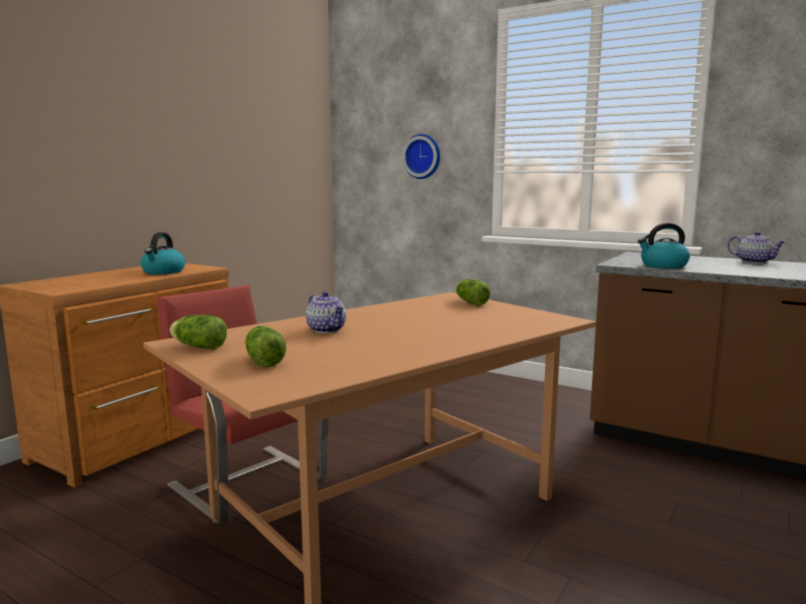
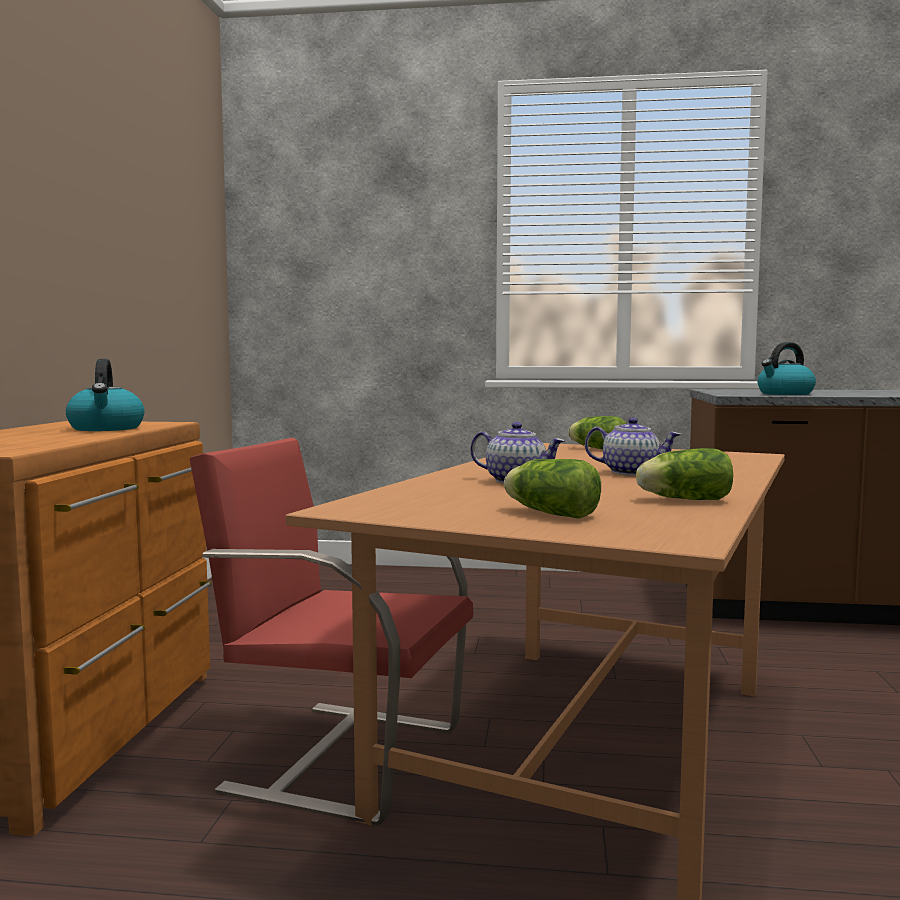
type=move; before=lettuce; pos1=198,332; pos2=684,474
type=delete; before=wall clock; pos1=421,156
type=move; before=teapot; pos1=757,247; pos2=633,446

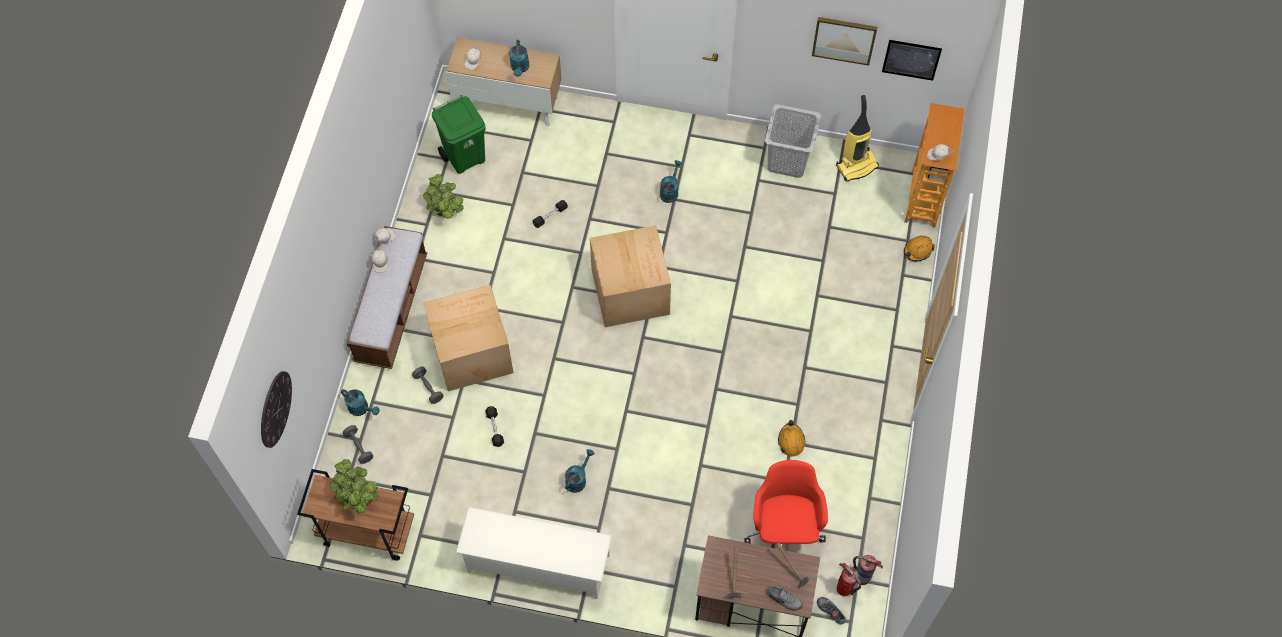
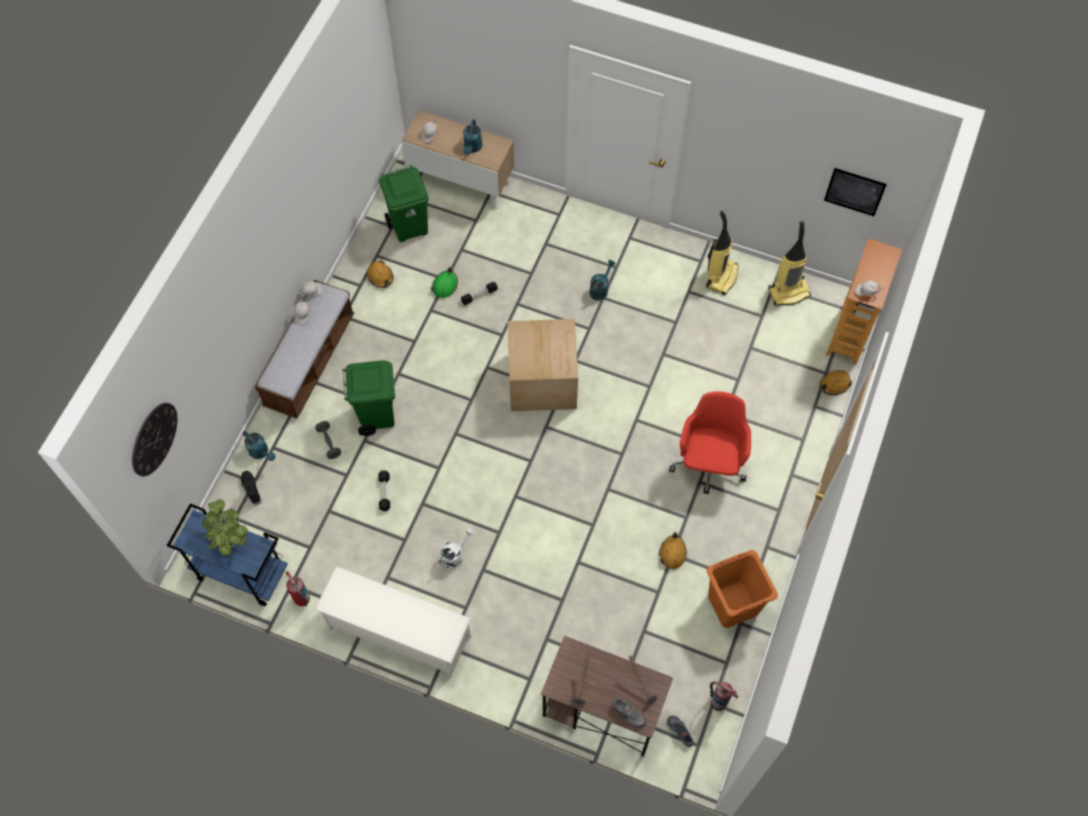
type=recolor; before=cart/brown; after=cart/blue; pos1=355,515; pos2=227,555
type=replace; before=dumbbell/grey; after=boot/black; pos1=358,444; pos2=251,488
type=replace; before=potted plant; after=hard hat/orange; pos1=443,196; pos2=380,274
type=replace; before=cardboard box; after=trash can/green; pos1=468,338; pos2=368,398
type=recolor; before=watering can/turquoise; after=watering can/white; pos1=580,471; pos2=456,548
type=move; before=office chair/red; pos1=786,505; pos2=710,442
type=replace; before=laundry basket/grey; after=vacuum cleaner; pos1=793,141; pos2=722,253
type=delete; before=picture; pos1=844,41
type=move; before=fire extinguisher; pos1=848,579; pos2=298,588
type=insert; after=hard hat/green; pos2=444,282
type=insert; after=laundry basket/orange; pos2=742,589

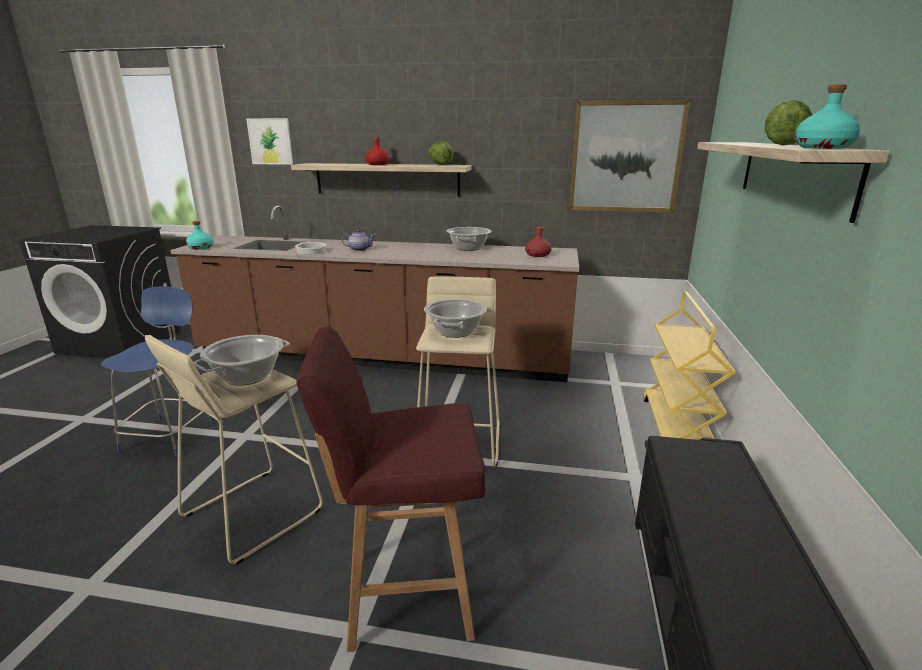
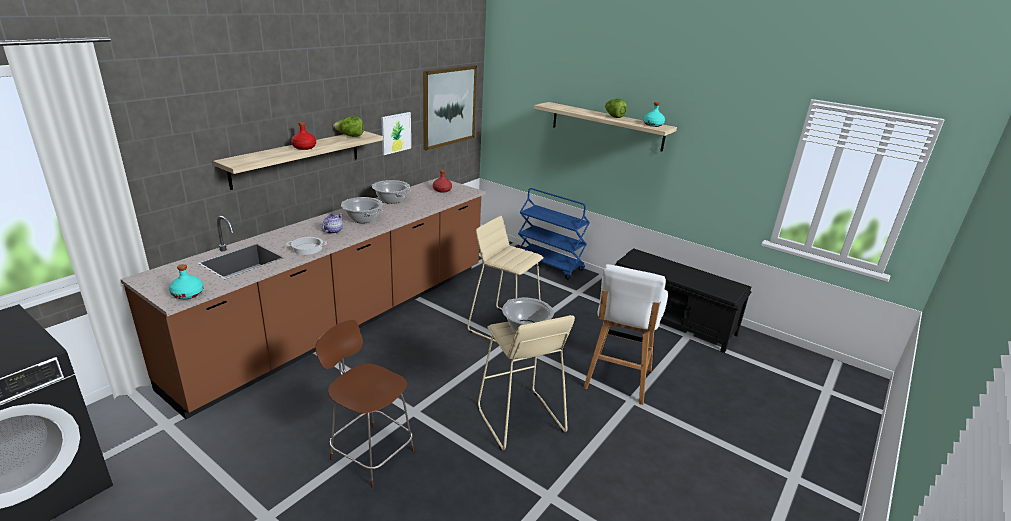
type=recolor; before=chair/blue; after=chair/brown; pos1=157,372; pos2=364,404
type=move; before=picture; pos1=269,141; pos2=396,133
type=recolor; before=stool/red; after=stool/white; pos1=391,489; pos2=625,334
type=move; before=cooking pot; pos1=455,318; pos2=362,210
type=recolor; before=cart/yellow; after=cart/blue; pos1=689,365; pos2=554,233

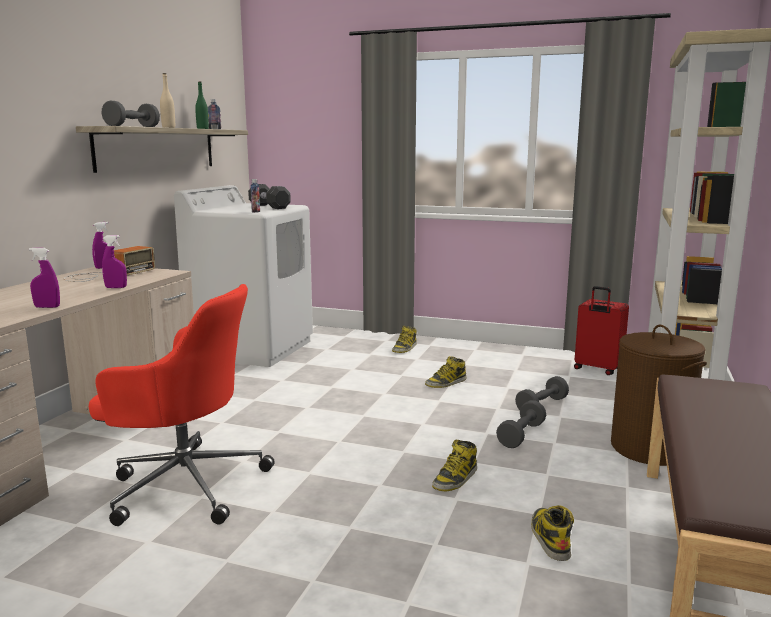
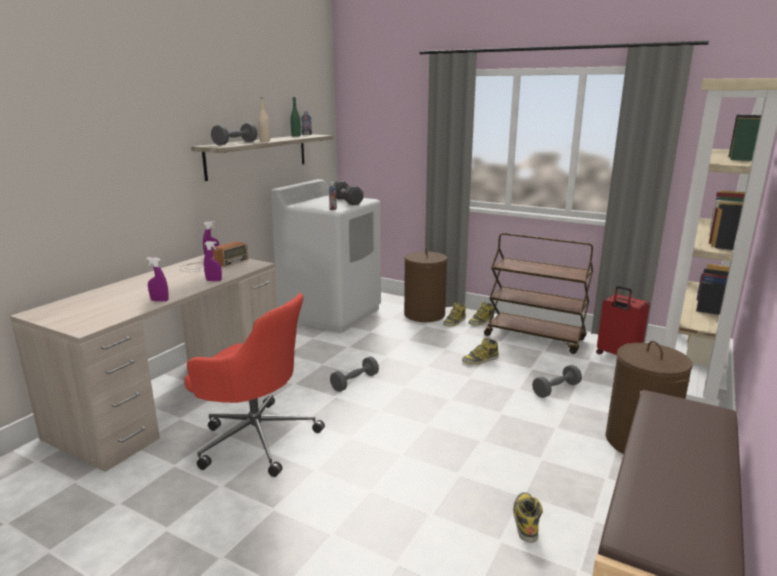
type=move; before=boot; pos1=454,465; pos2=481,313
type=move; before=dumbbell/grey; pos1=521,424; pos2=354,374
type=insert; after=laundry basket/brown; pos2=426,284
type=insert; after=cart/brown; pos2=538,293

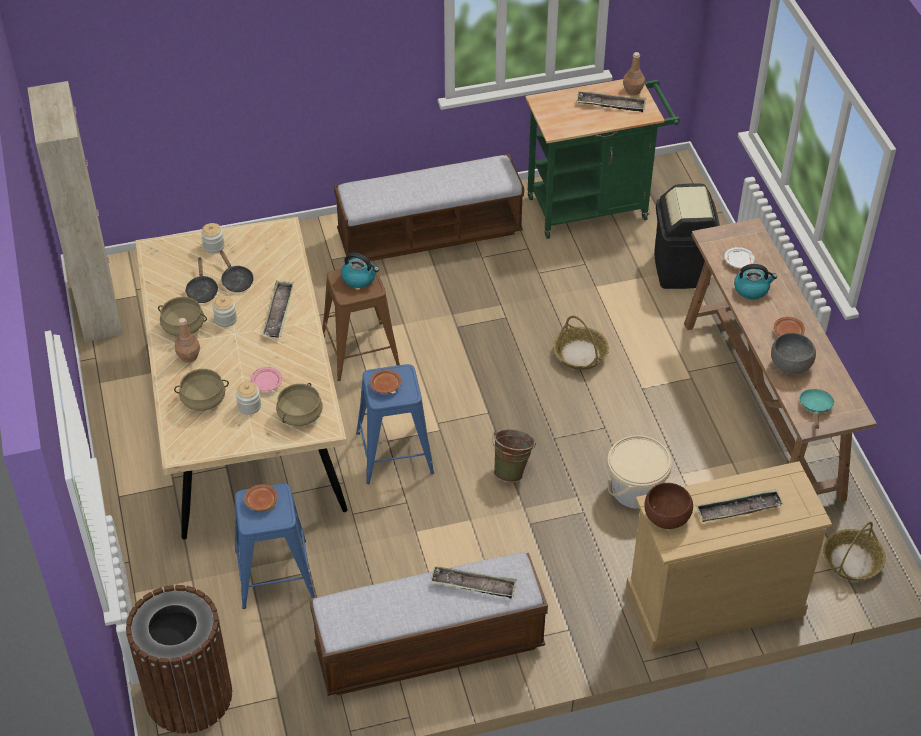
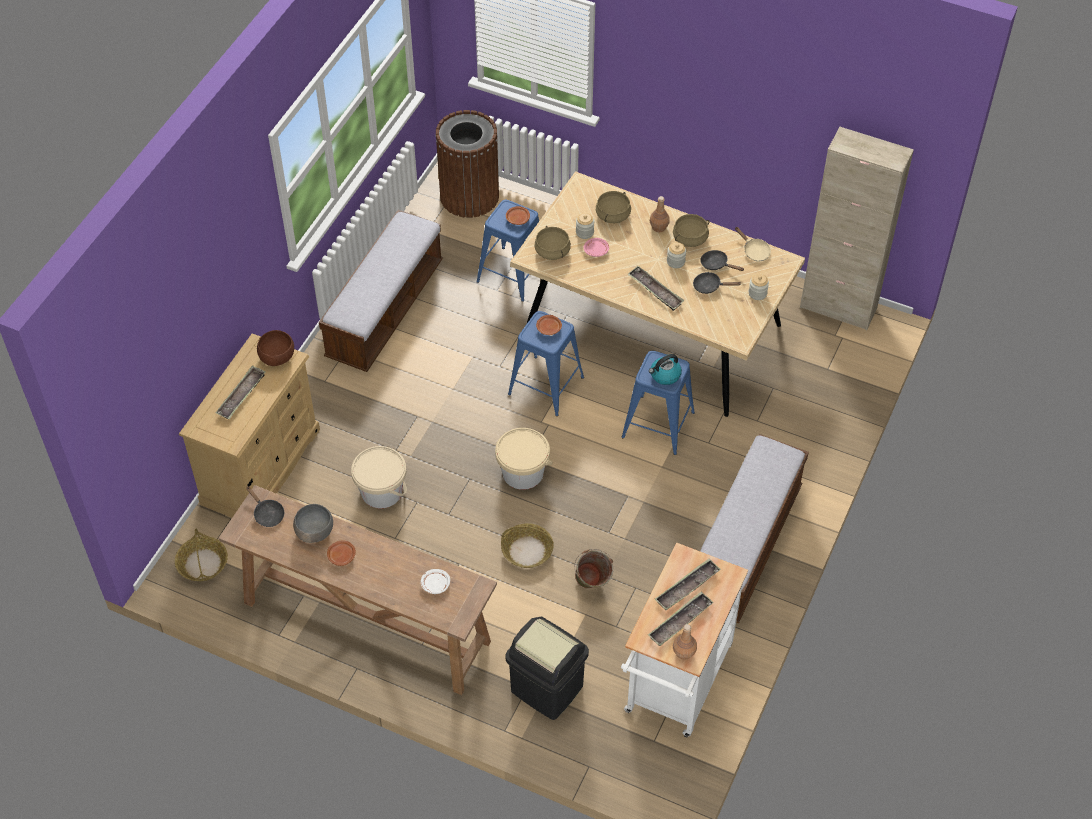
type=recolor; before=stool/brown; after=stool/blue; pos1=361,322; pos2=658,403
type=move; before=tray; pos1=474,582; pos2=688,584
type=move; before=bucket/green; pos1=514,455; pos2=594,569
type=recolor; before=cart/green; after=cart/white; pos1=602,159; pos2=684,639
type=delete; before=kettle; pos1=755,282
type=recolor; before=frying pan/turquoise; after=frying pan/black; pos1=817,409; pos2=265,506
type=insert; after=bucket/beige; pos2=524,459
type=insert; after=frying pan/beige; pos2=753,244

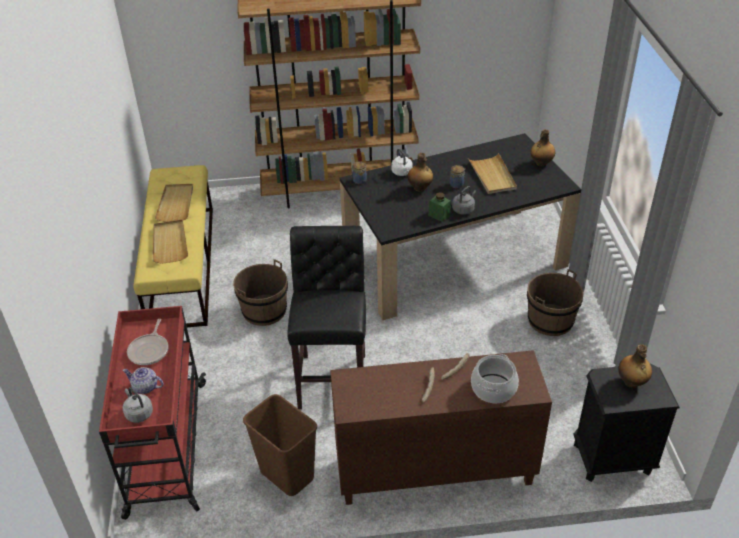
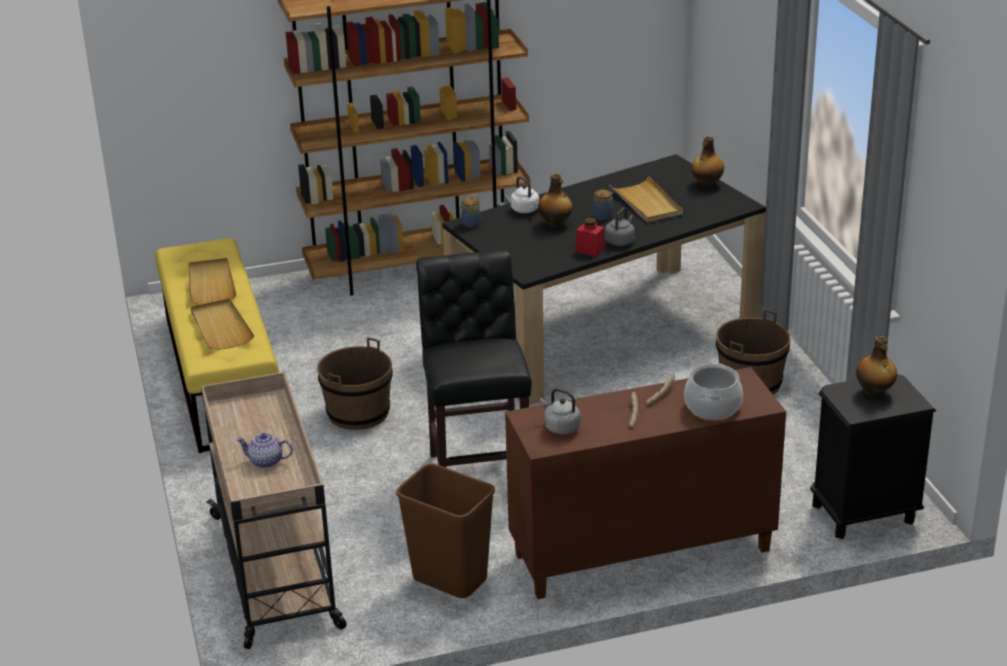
type=recolor; before=cart/red; after=cart/beige; pos1=152,413; pos2=274,510
type=move; before=kettle/grey; pos1=138,405; pos2=560,411
type=delete; before=frying pan; pos1=147,342
type=recolor; before=jar/green; after=jar/red; pos1=439,207; pos2=590,237

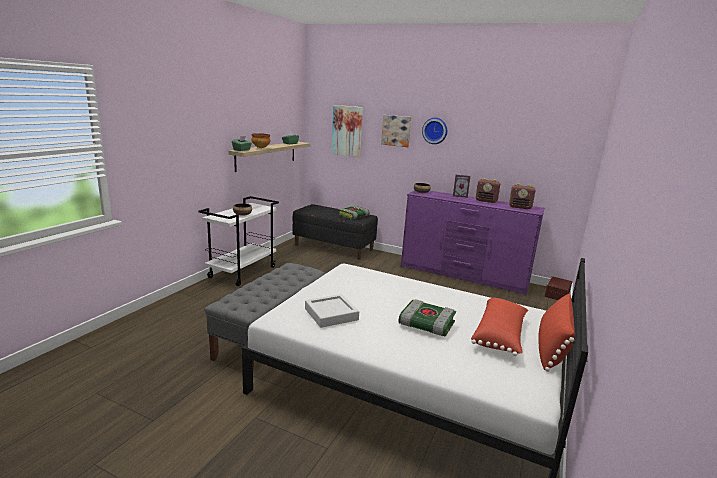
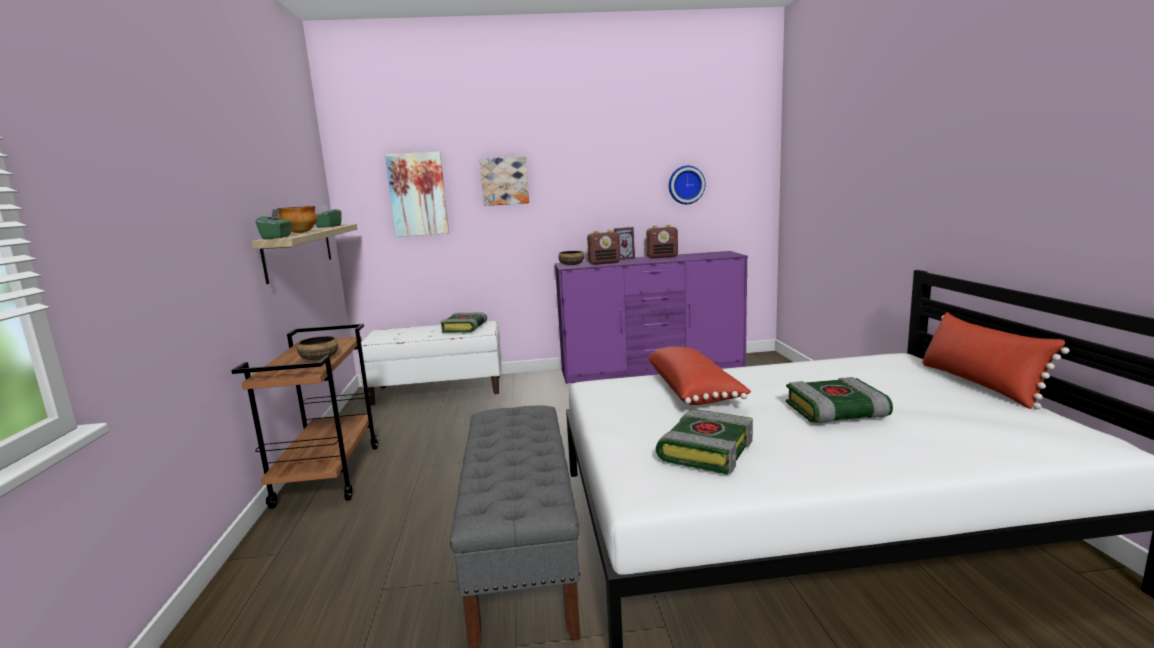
type=recolor; before=cart/white; after=cart/brown; pos1=238,241; pos2=304,416
type=recolor; before=bench/black; after=bench/white; pos1=335,232; pos2=429,363
type=replace; before=tray/grey; after=book; pos1=332,311; pos2=704,442
type=move; before=wall clock; pos1=434,131; pos2=687,185
type=move; before=pillow/red; pos1=499,327; pos2=699,376
type=move; before=radio; pos1=522,196; pos2=603,247
type=delete; before=storage box/brown; pos1=558,288

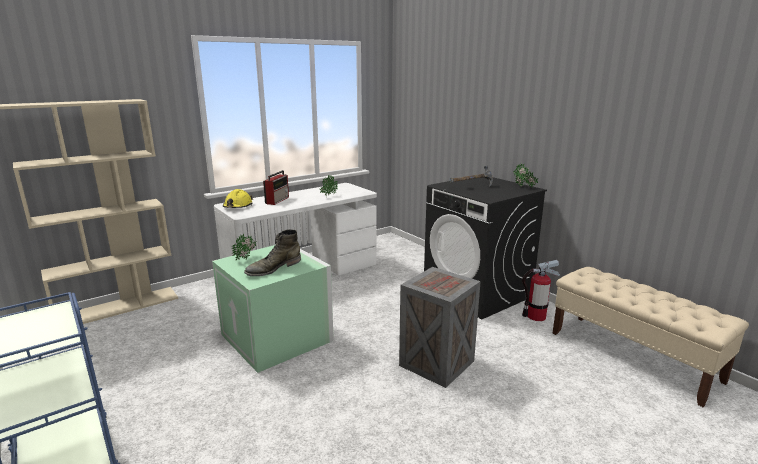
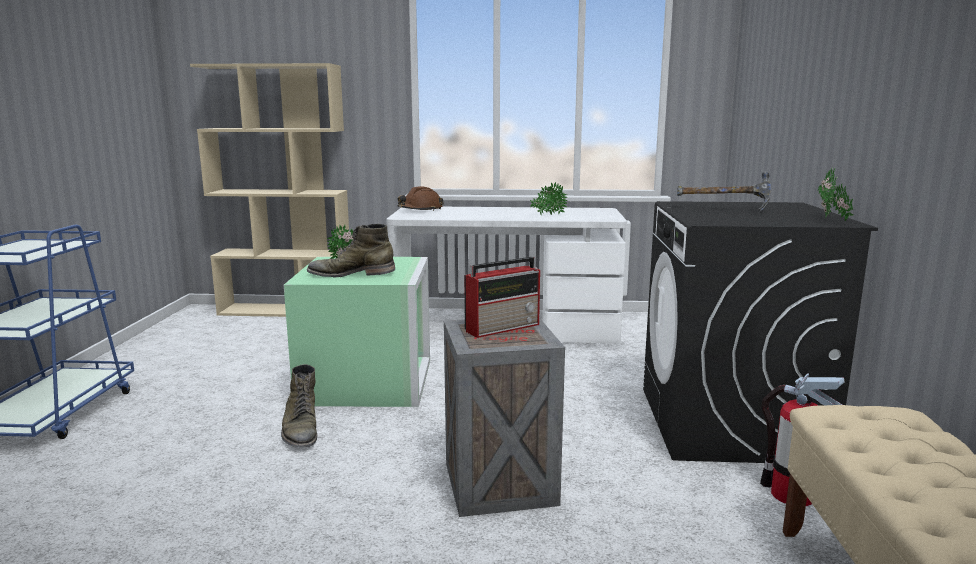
type=recolor; before=hard hat/yellow; after=hard hat/brown; pos1=238,198; pos2=420,198
type=move; before=radio; pos1=276,187; pos2=502,297
type=insert; after=boot/green; pos2=299,405

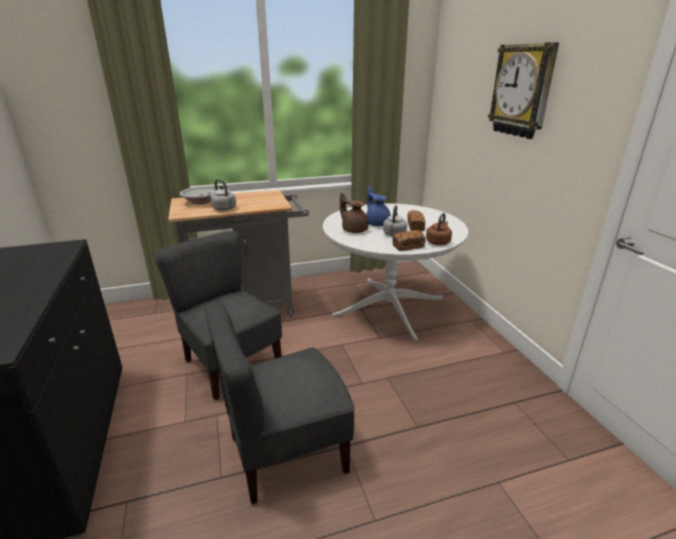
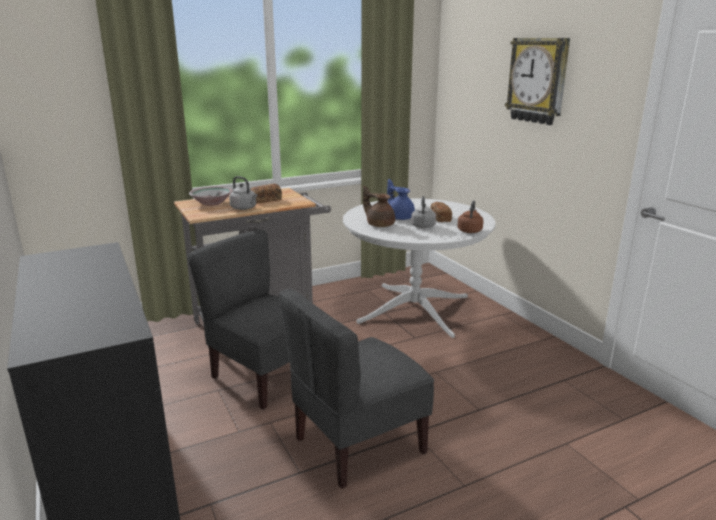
type=move; before=bread; pos1=409,240; pos2=266,194

